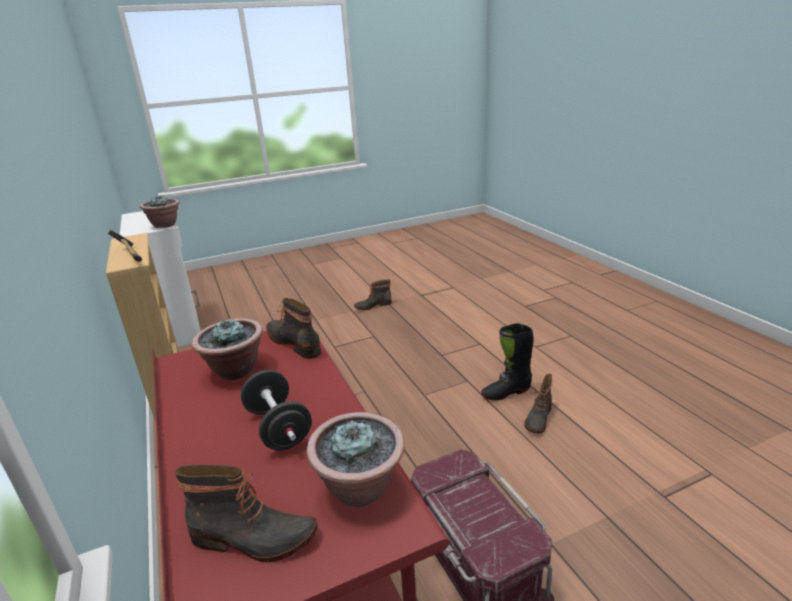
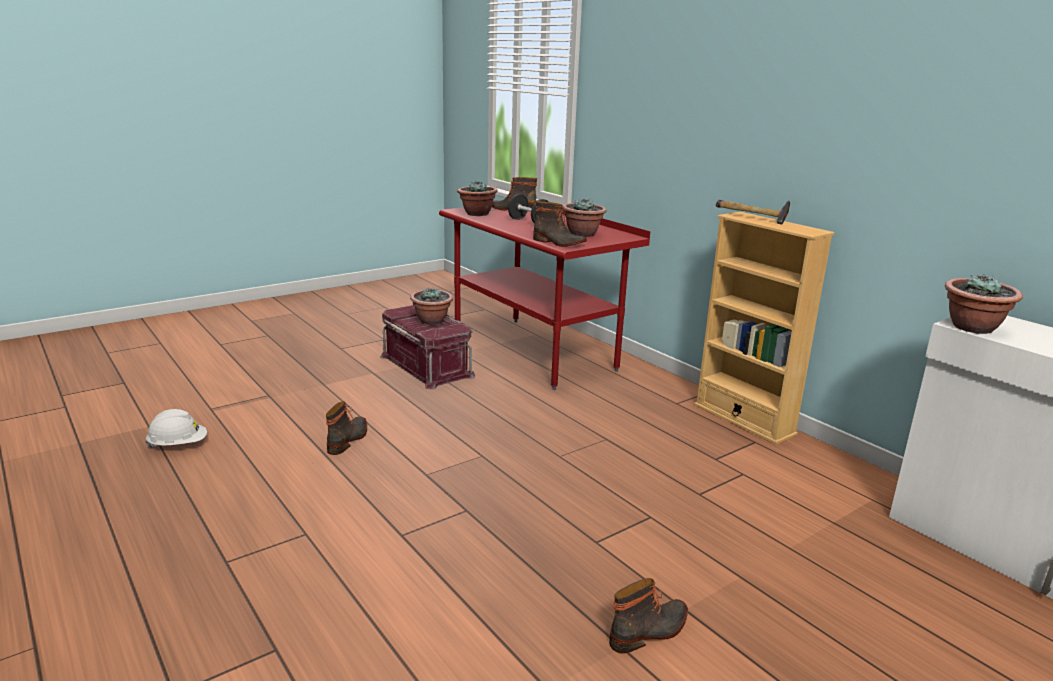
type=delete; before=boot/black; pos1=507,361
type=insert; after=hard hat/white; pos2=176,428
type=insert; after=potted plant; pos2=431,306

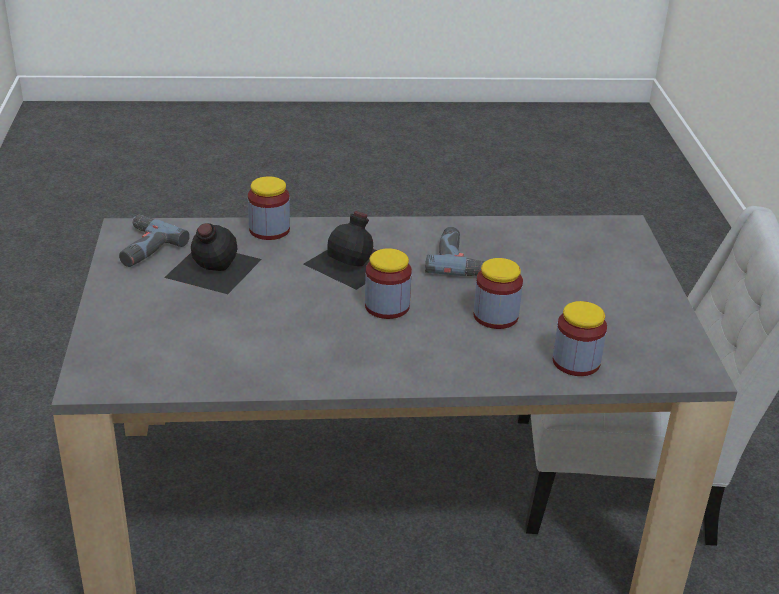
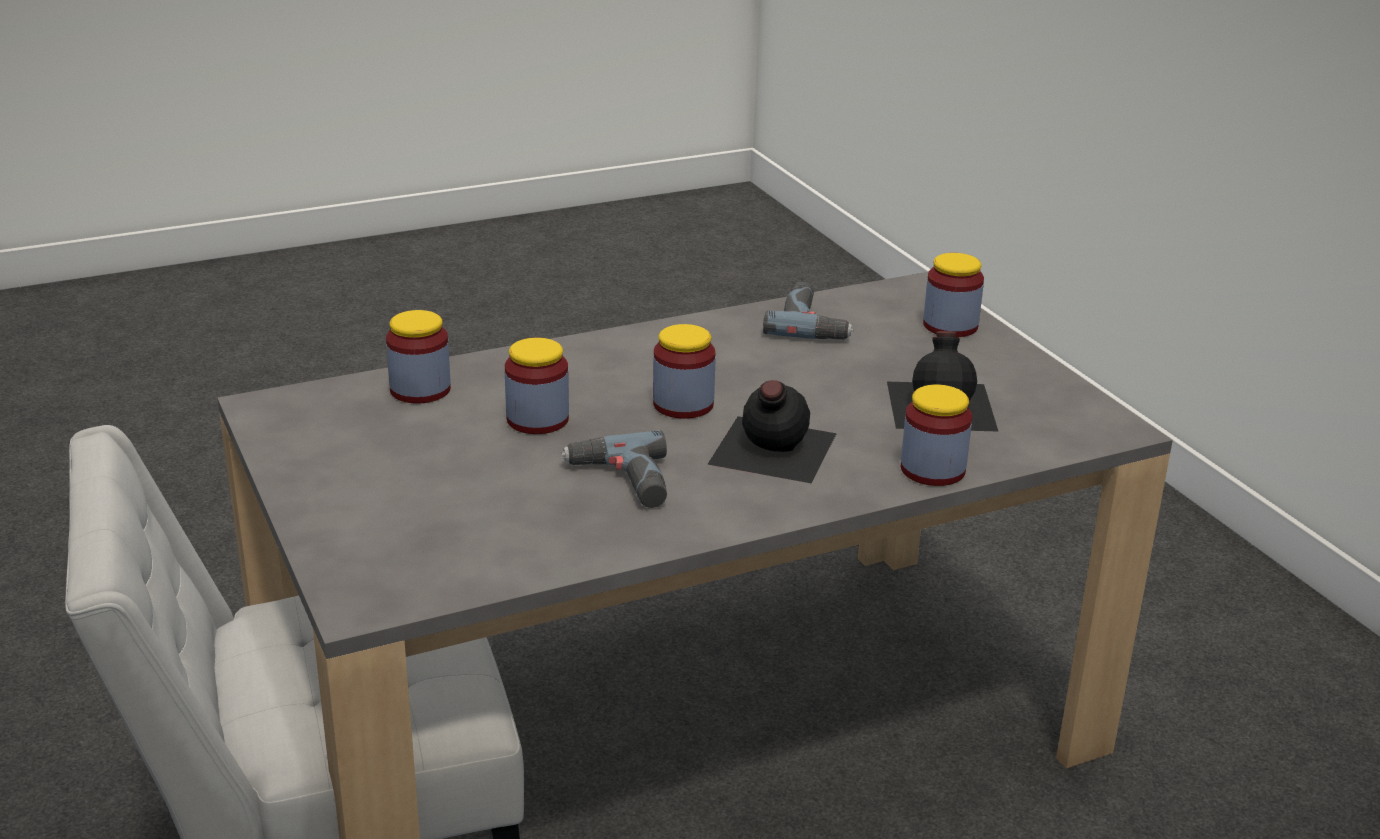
type=move; before=power drill; pos1=154,241; pos2=808,311
type=insert; after=jar; pos2=953,295

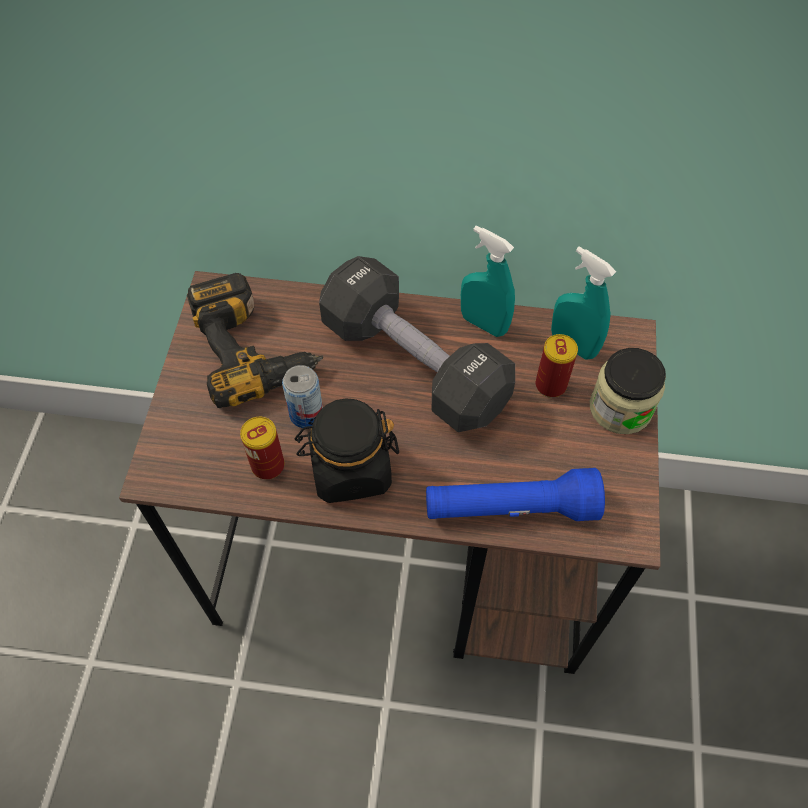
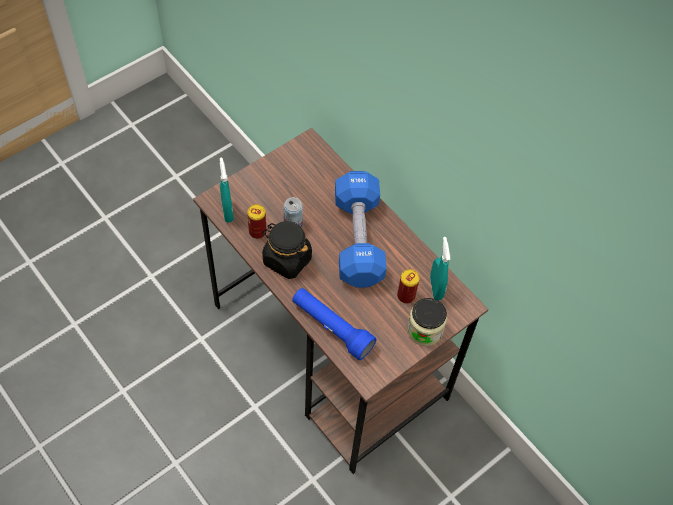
type=delete; before=power drill; pos1=255,340
type=recolor; before=dumbbell/black; after=dumbbell/blue; pos1=417,344; pos2=361,229
type=move; before=spray bottle/turquoise; pos1=488,281; pos2=227,190

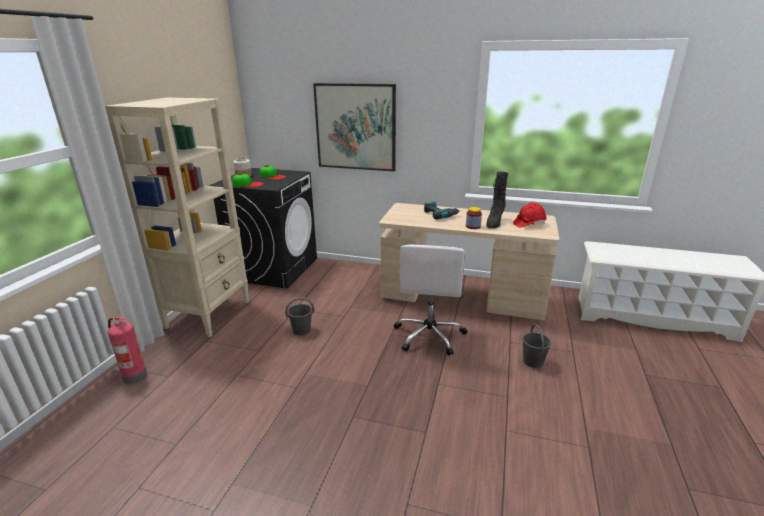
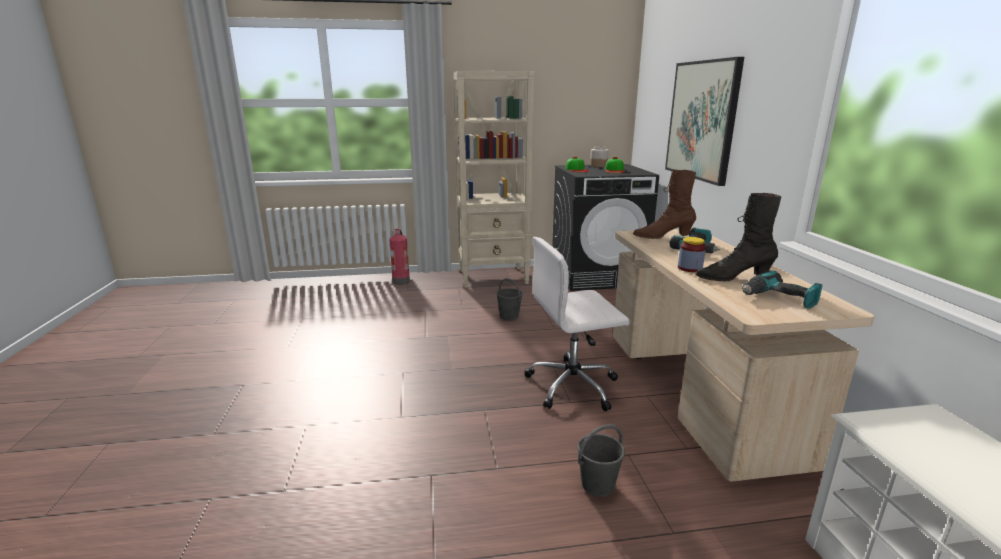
type=replace; before=hard hat/red; after=power drill; pos1=530,215; pos2=782,290
type=insert; after=boot/brown; pos2=664,204

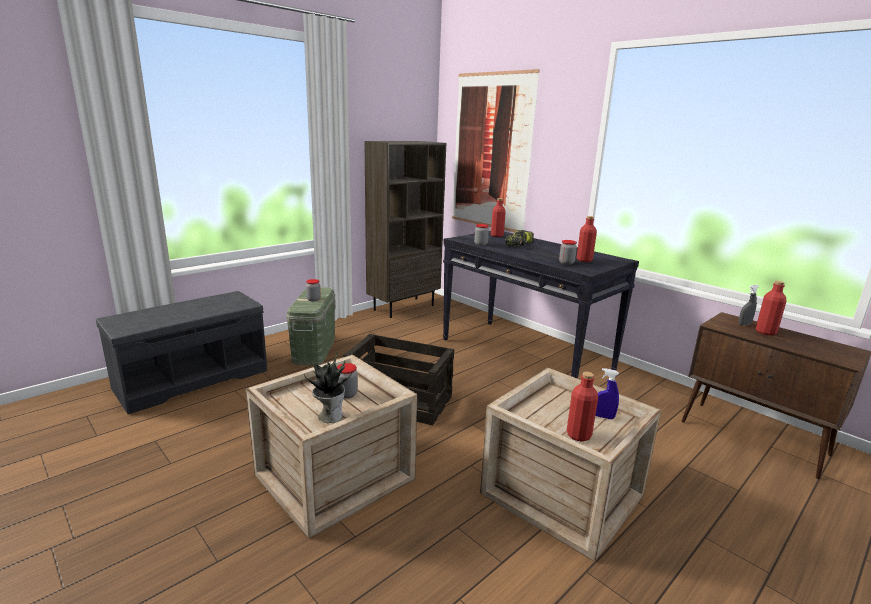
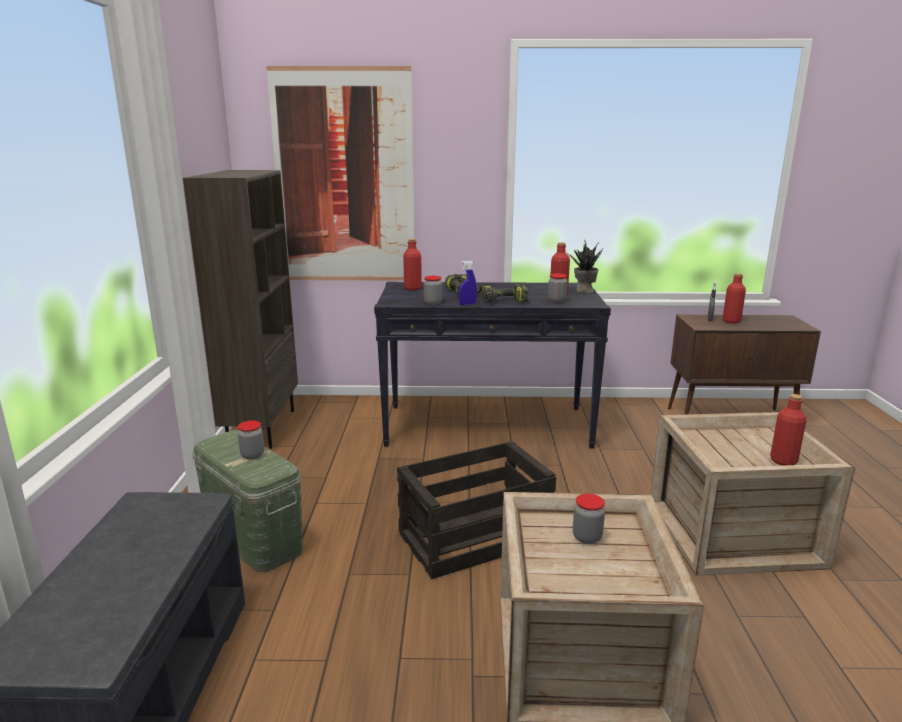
type=move; before=potted plant; pos1=328,387; pos2=586,266
type=move; before=spray bottle/blue; pos1=607,393; pos2=467,282
type=insert; after=power drill; pos2=505,293

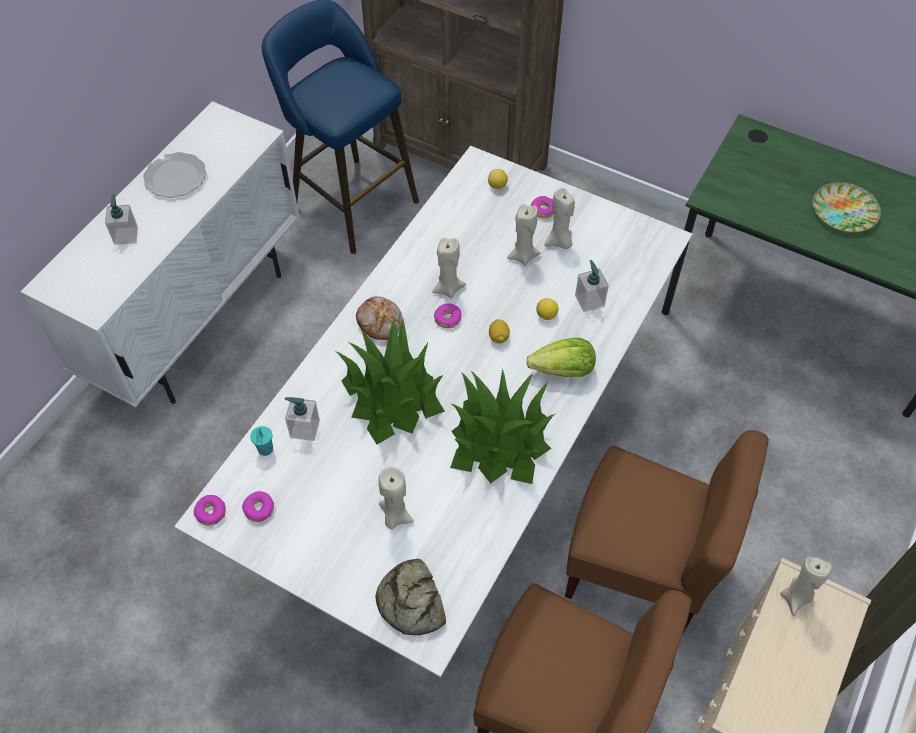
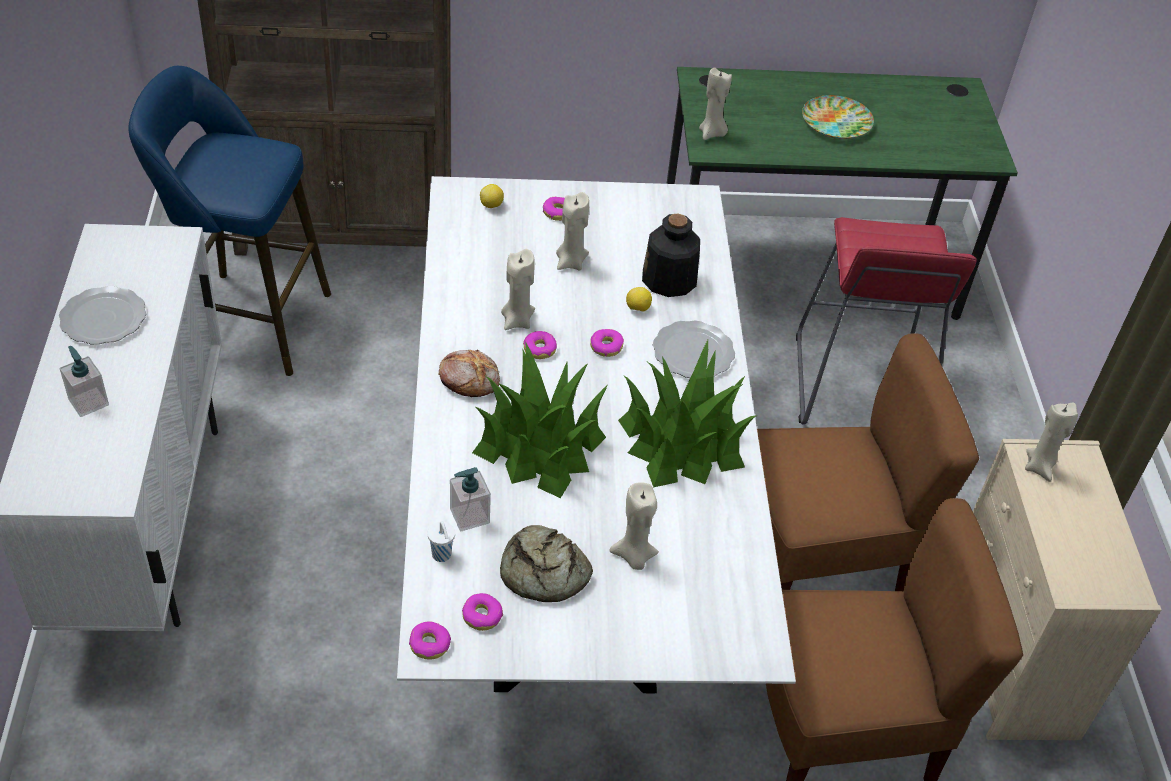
type=recolor; before=cup/turquoise; after=cup/white; pos1=261,441; pos2=441,541
type=move; before=bread; pos1=410,597; pos2=546,563
type=replace; before=lemon; after=donut; pos1=499,331; pos2=607,343
type=replace; before=lettuce; after=plate; pos1=561,357; pos2=694,349
type=move; before=candle/beige; pos1=559,218; pos2=715,104
type=replace; before=soap dispenser; after=bottle; pos1=592,286; pos2=671,255
type=insert; after=stool/red; pos2=886,321

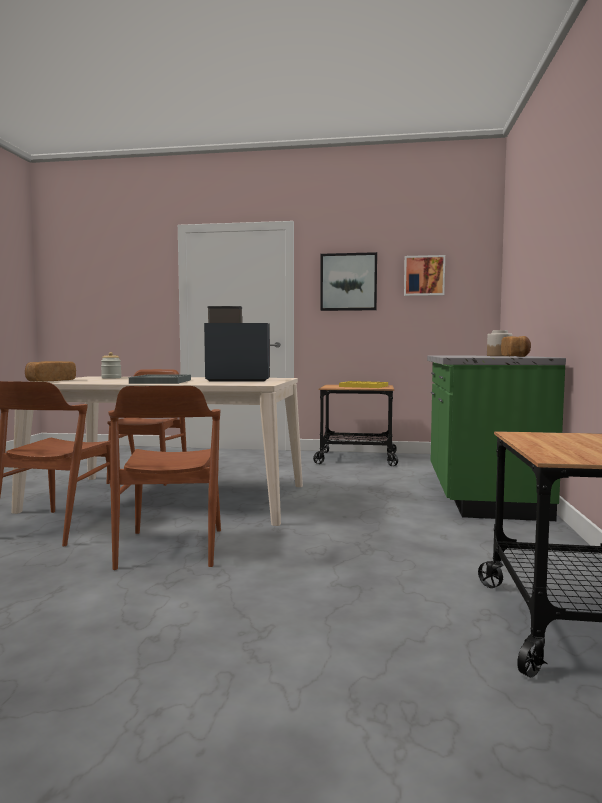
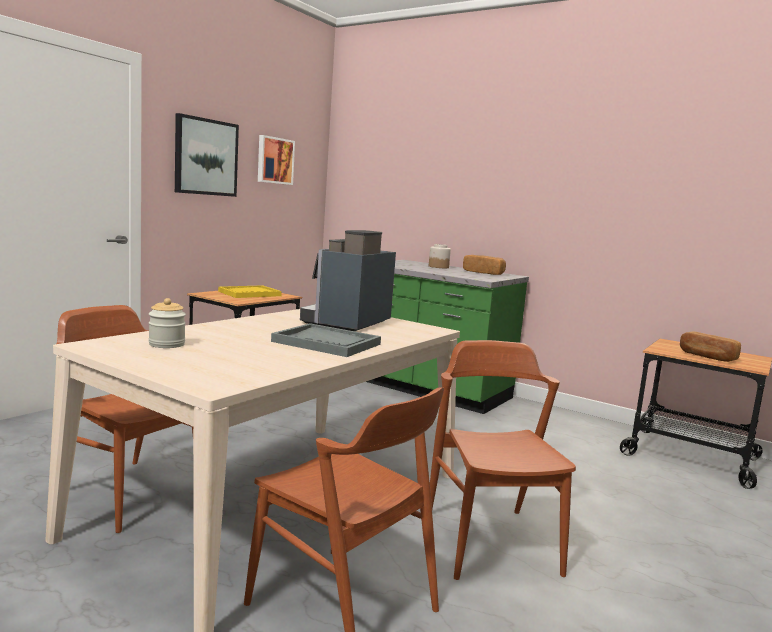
type=move; before=bread; pos1=50,371; pos2=710,347
type=rotate; before=chair/brown; pos1=164,478; pos2=503,460; turn=-120

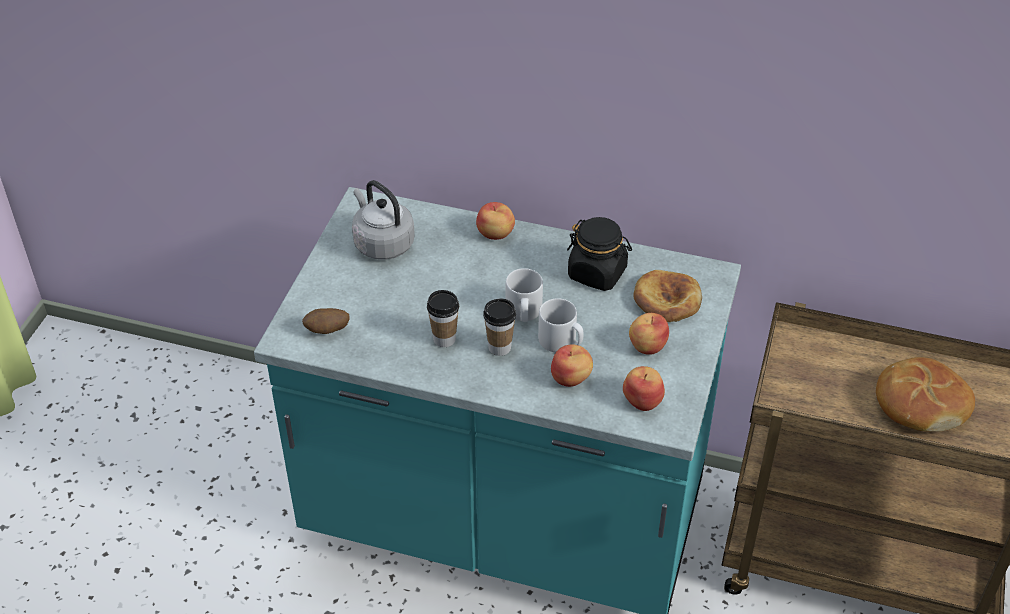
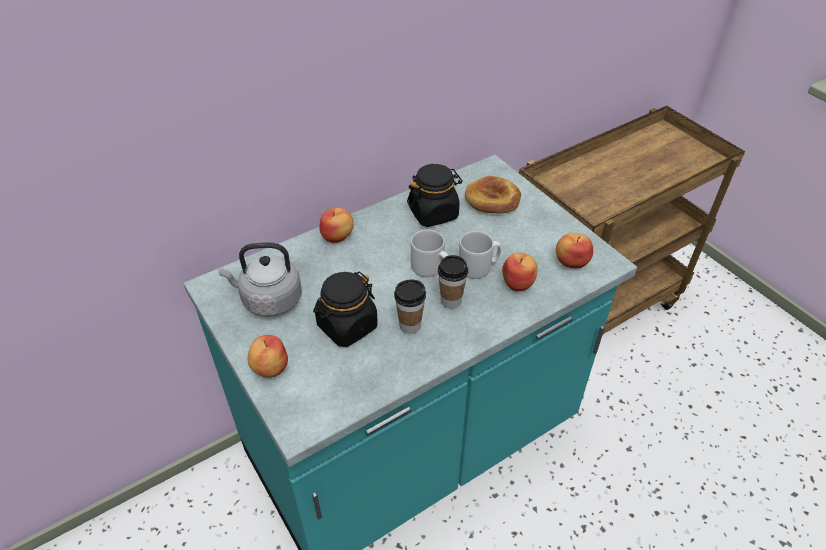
type=delete; before=potato; pos1=326,321
type=move; before=apple; pos1=649,334; pos2=268,356
type=delete; before=bread; pos1=925,394
type=insert; after=jar/black; pos2=345,309

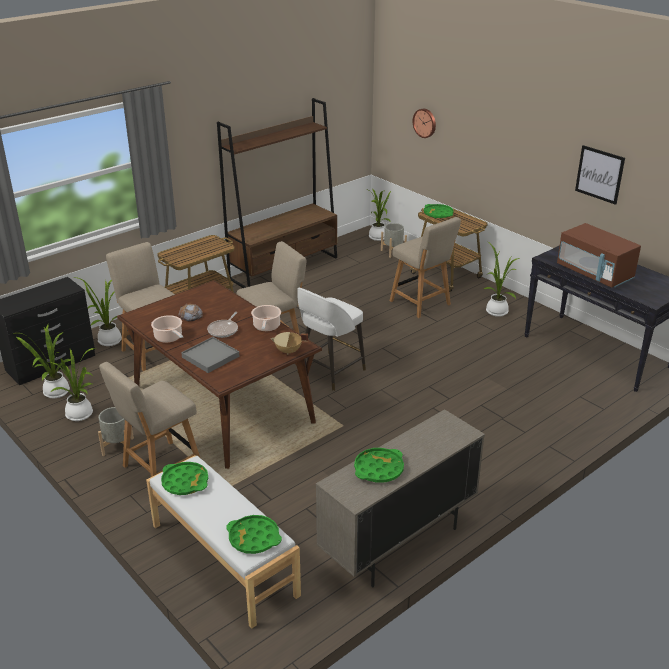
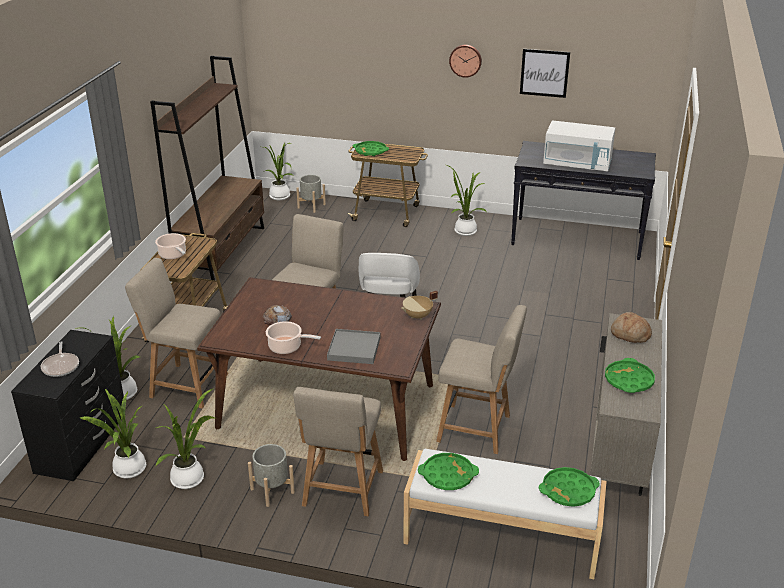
type=move; before=frying pan; pos1=222,325; pos2=60,359
type=move; before=cooking pot; pos1=266,318; pos2=170,246
type=move; before=chair/beige; pos1=425,267; pos2=481,379
type=move; before=wall clock; pos1=424,123; pos2=465,61
type=recolor; before=microwave/brown; after=microwave/white; pos1=599,255; pos2=579,145
type=insert; after=bread; pos2=631,327

